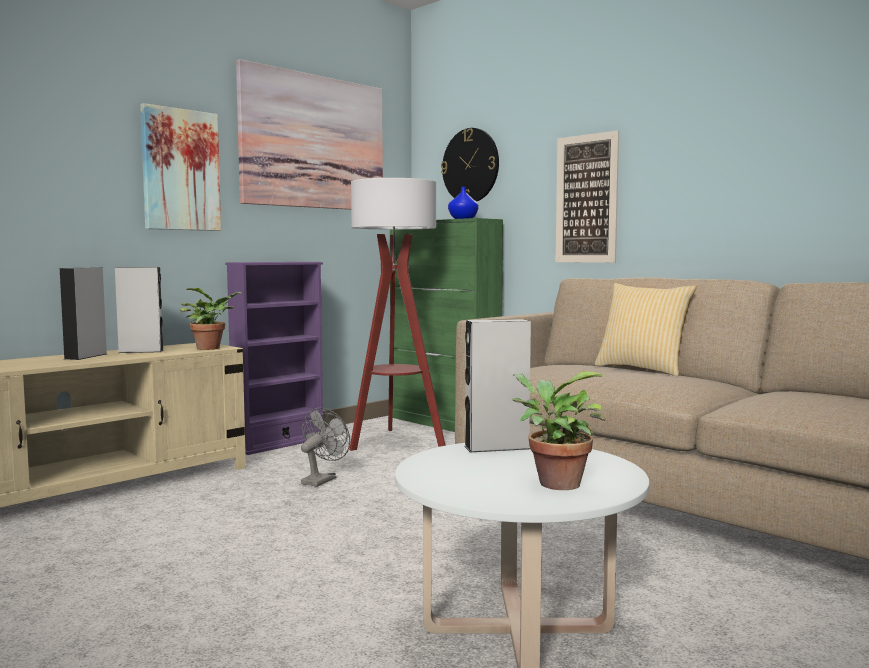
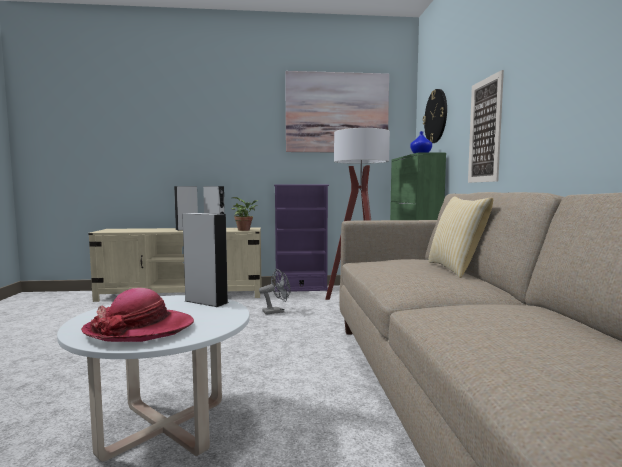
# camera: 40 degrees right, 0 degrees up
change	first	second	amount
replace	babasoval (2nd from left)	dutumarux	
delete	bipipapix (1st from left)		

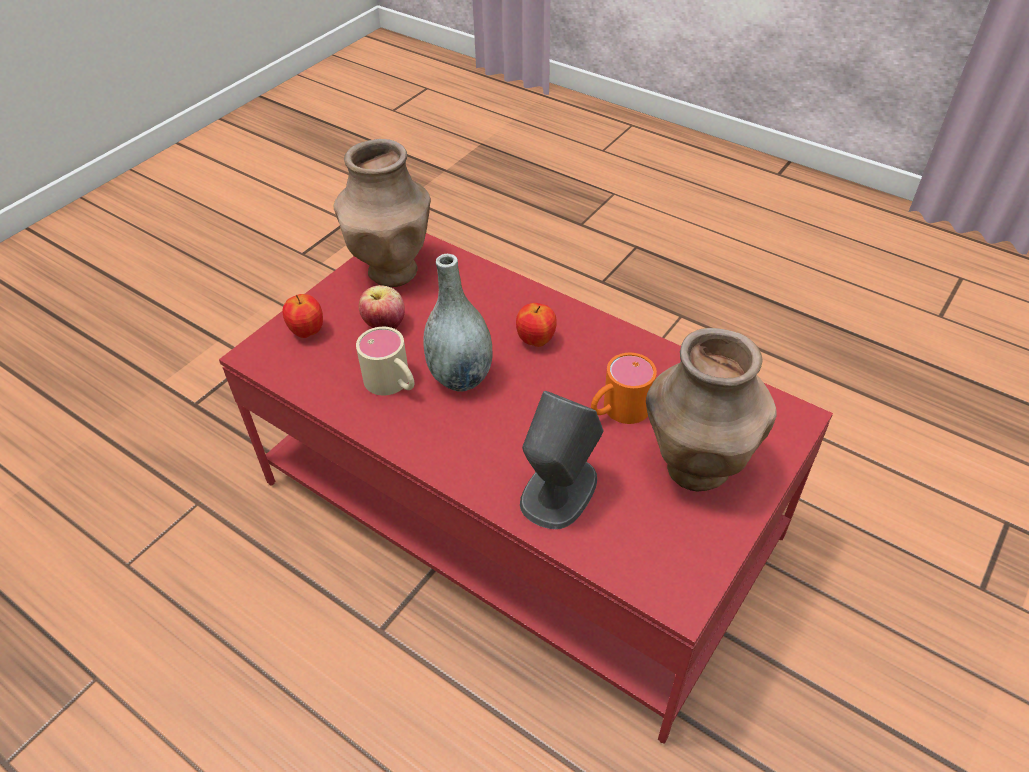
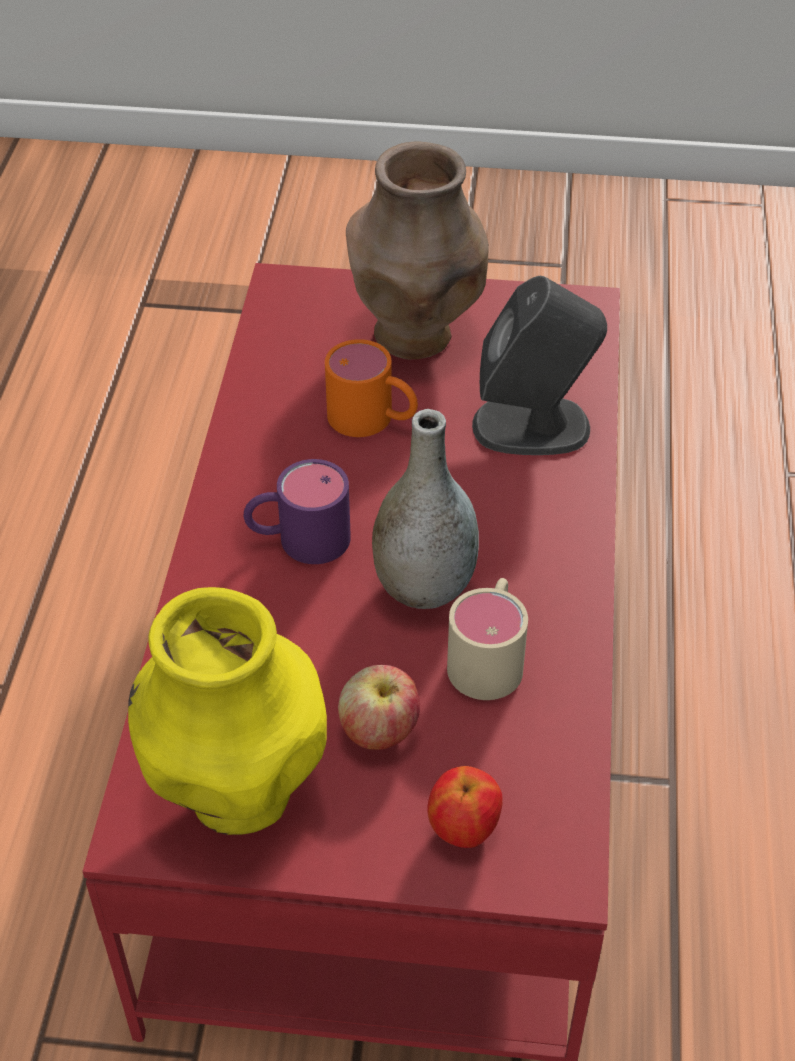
# camera: 120 degrees left, 0 degrees up
change	first	second	amount
recolor	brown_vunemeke (1st from left)	yellow_vunemeke	
replace	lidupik (3rd from left)	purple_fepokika	

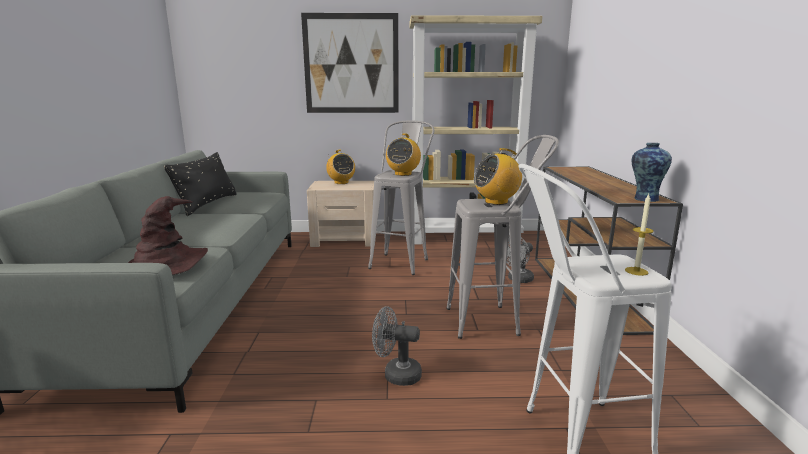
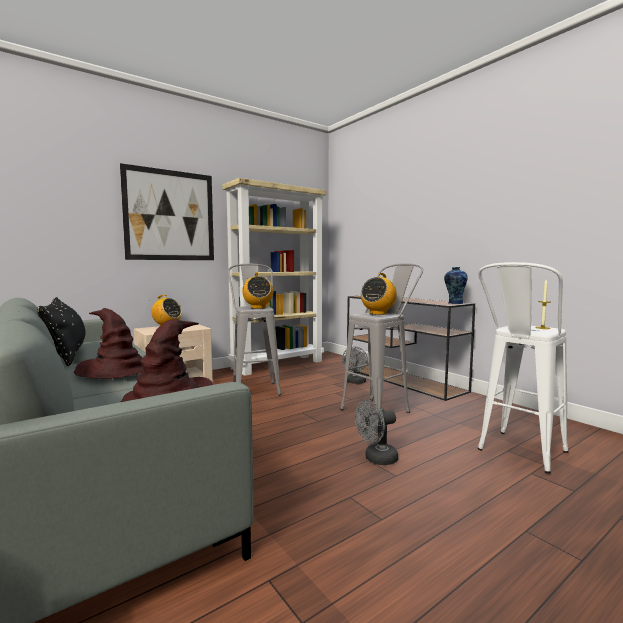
# camera: 35 degrees left, 10 degrees down
change	first	second	amount
insert		brown_dutumarux (1st from left)	

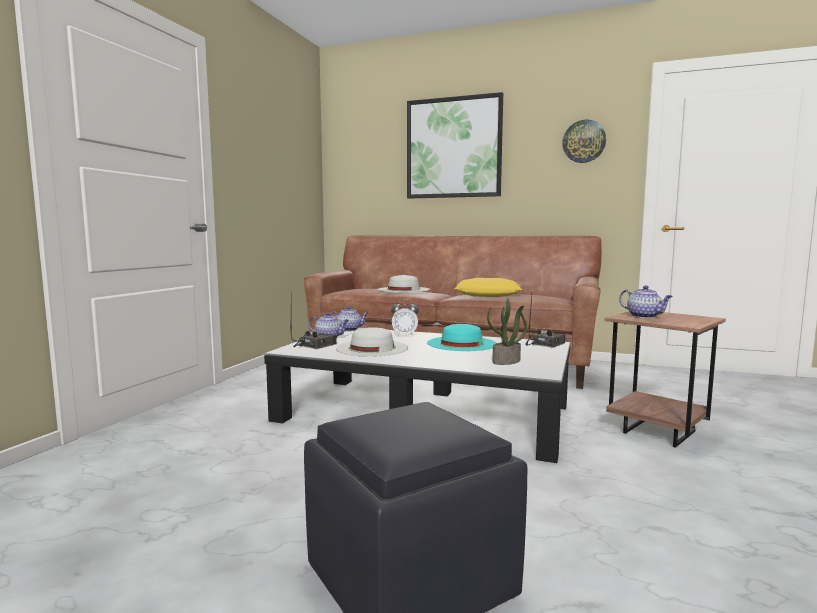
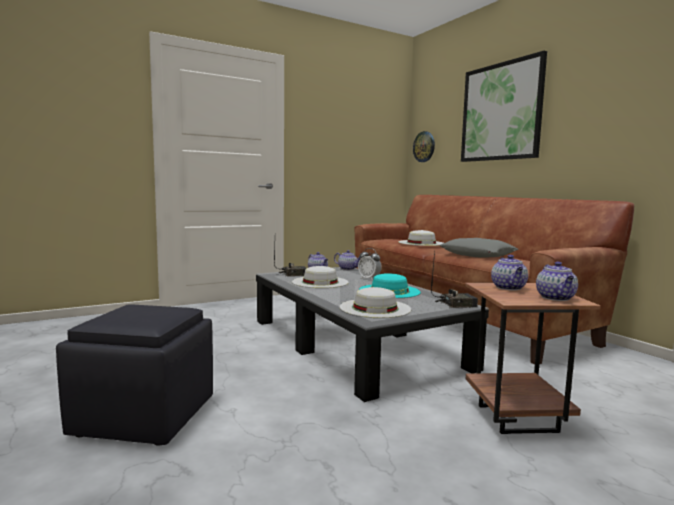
# camera: 40 degrees right, 0 degrees up
change	first	second	amount
replace	babasoval	white_dutumarux (2nd from left)	
move	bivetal		
recolor	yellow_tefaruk	grey_tefaruk	
insert		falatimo (4th from left)	

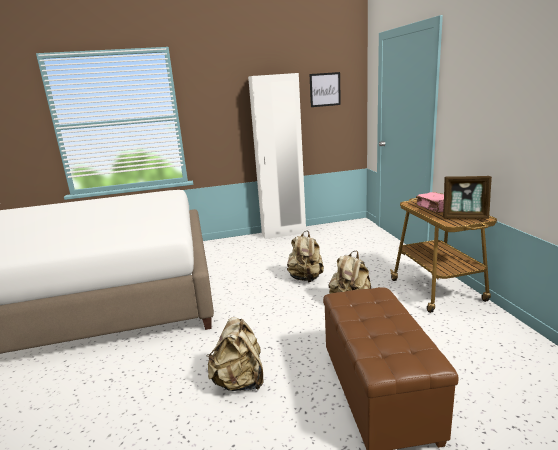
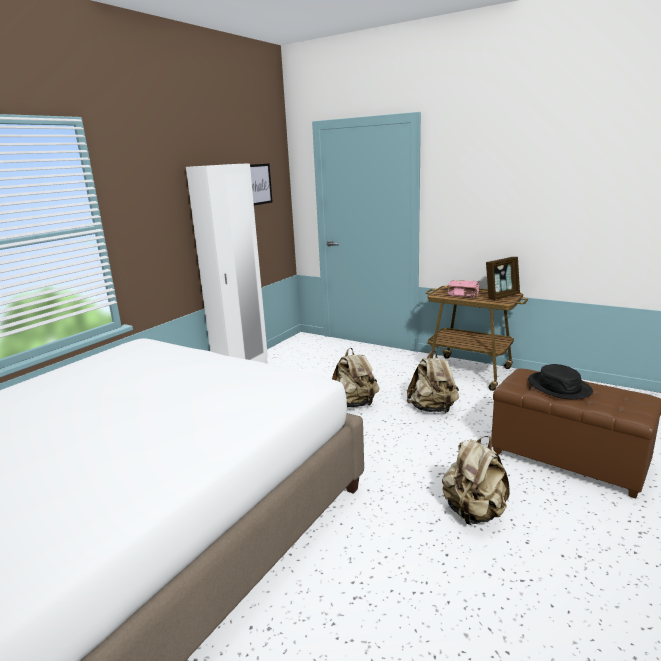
# camera: 45 degrees left, 0 degrees up
change	first	second	amount
insert		black_dutumarux	

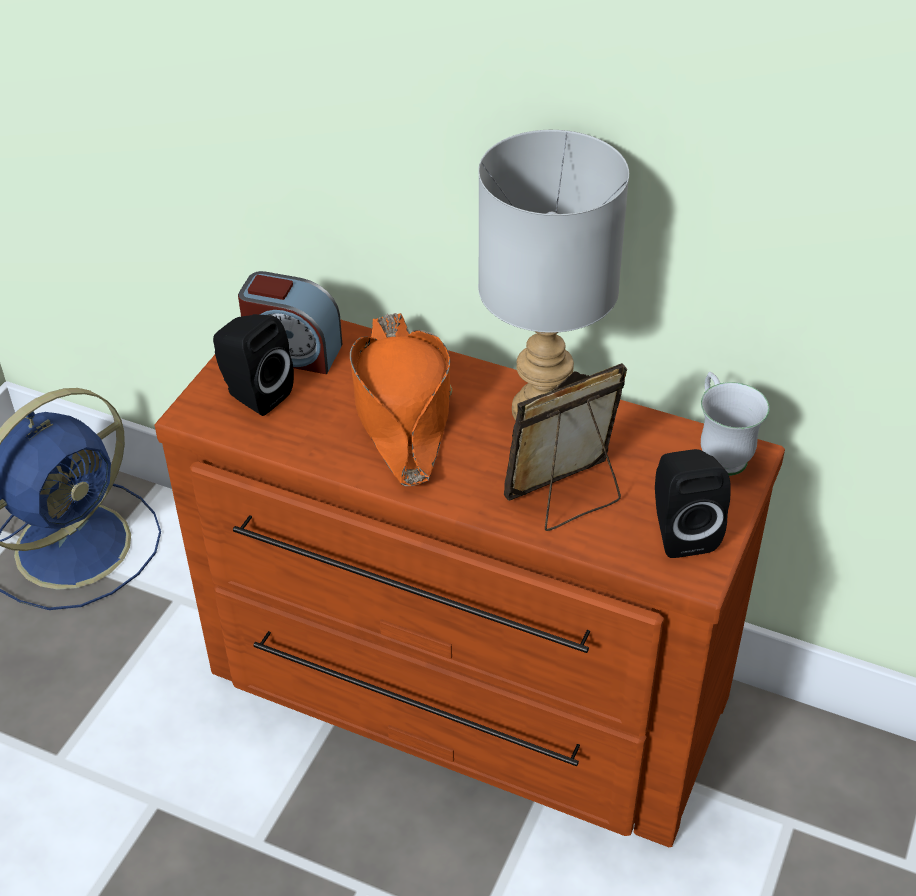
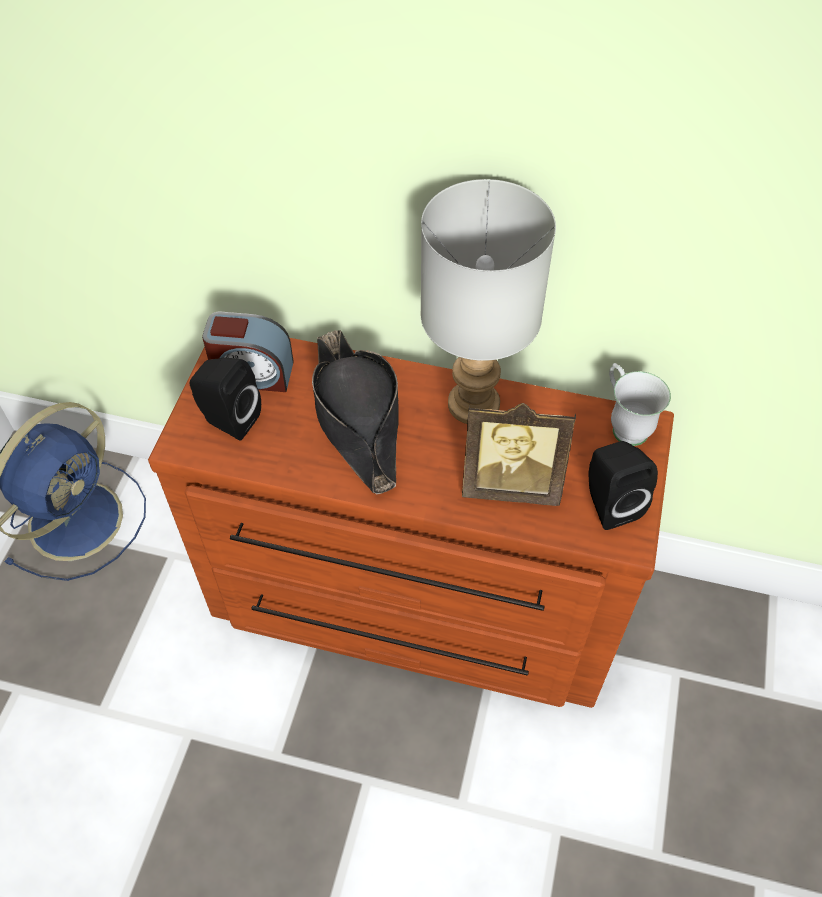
# camera: 10 degrees left, 10 degrees up
change	first	second	amount
recolor	orange_dutumarux	black_dutumarux	
rotate	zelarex		135 degrees counterclockwise

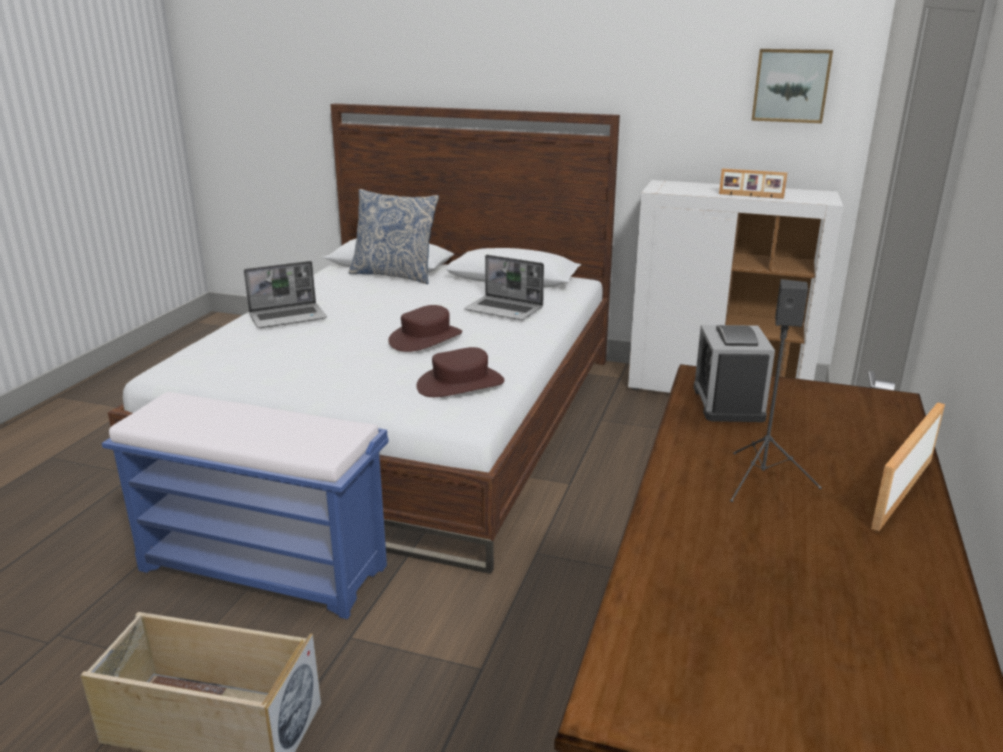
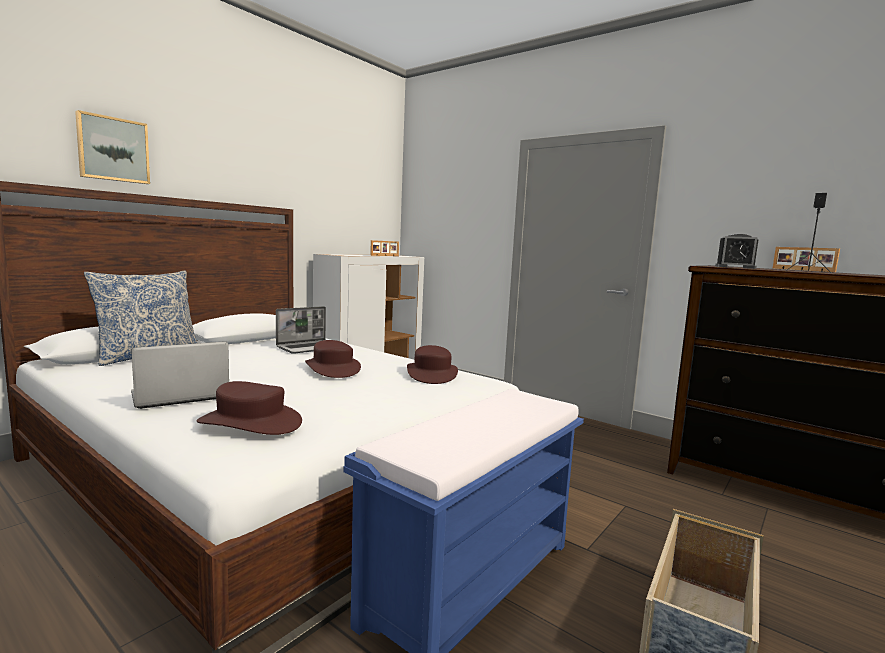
# camera: 70 degrees left, 15 degrees down
change	first	second	amount
move	bipipapix		
rotate	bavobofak (1st from left)		120 degrees counterclockwise
insert		brown_dutumarux (1st from left)	

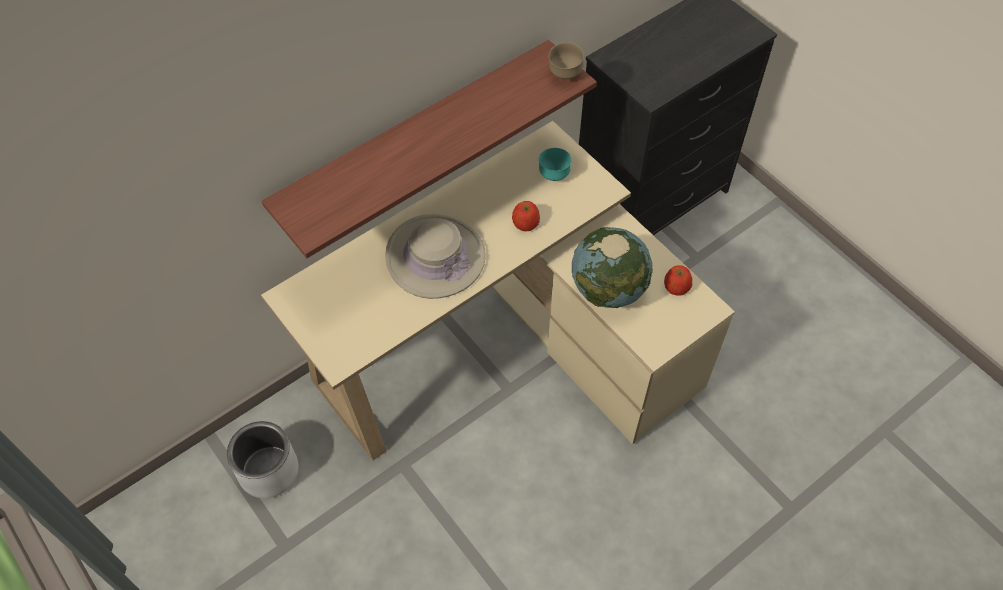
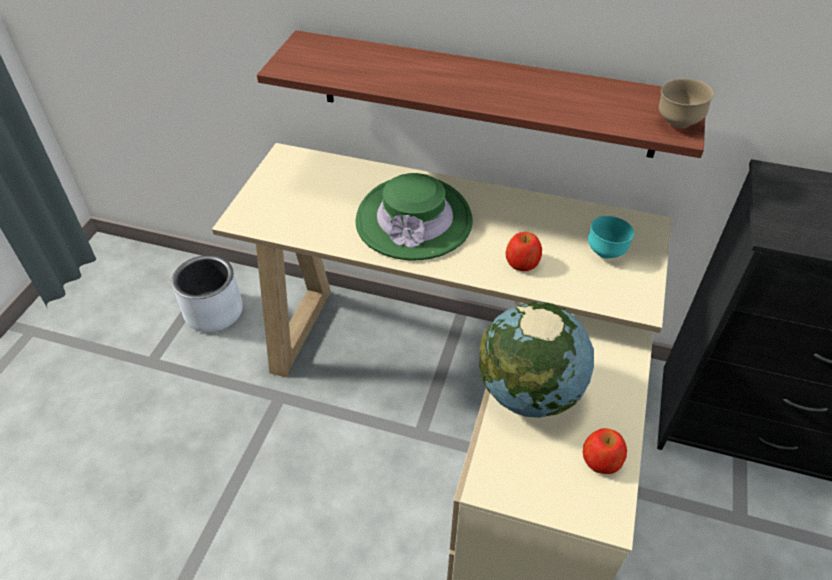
# camera: 55 degrees right, 10 degrees down
change	first	second	amount
recolor	beige_dutumarux	green_dutumarux	

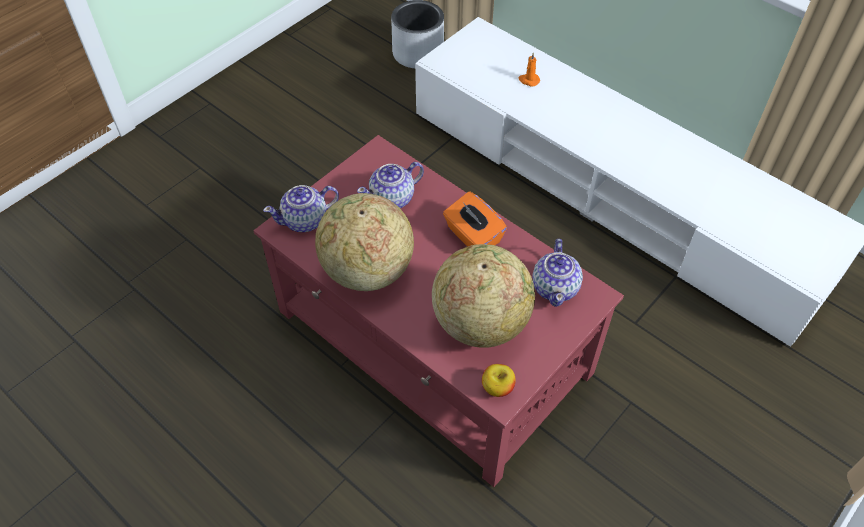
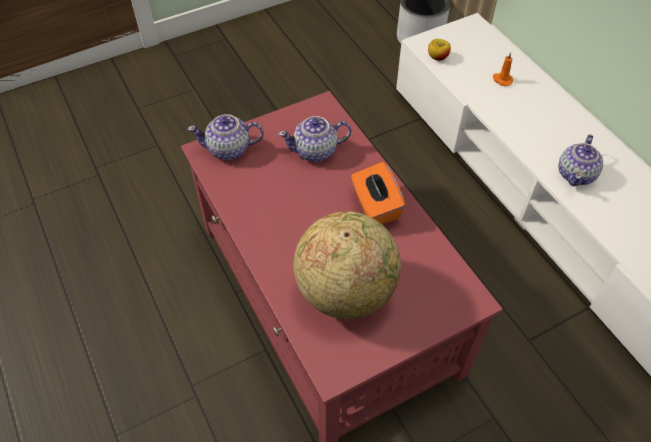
# camera: 20 degrees right, 0 degrees up
change	first	second	amount
move	lidupik		
move	falatimo (3rd from left)		
delete	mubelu (1st from left)		

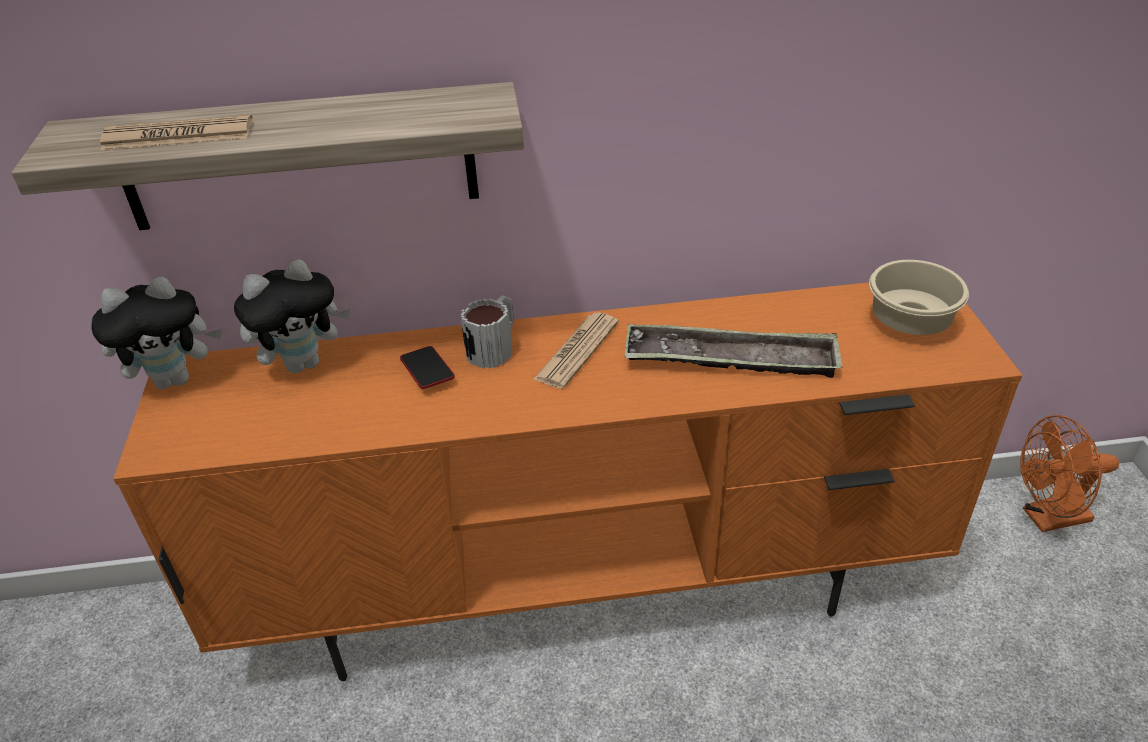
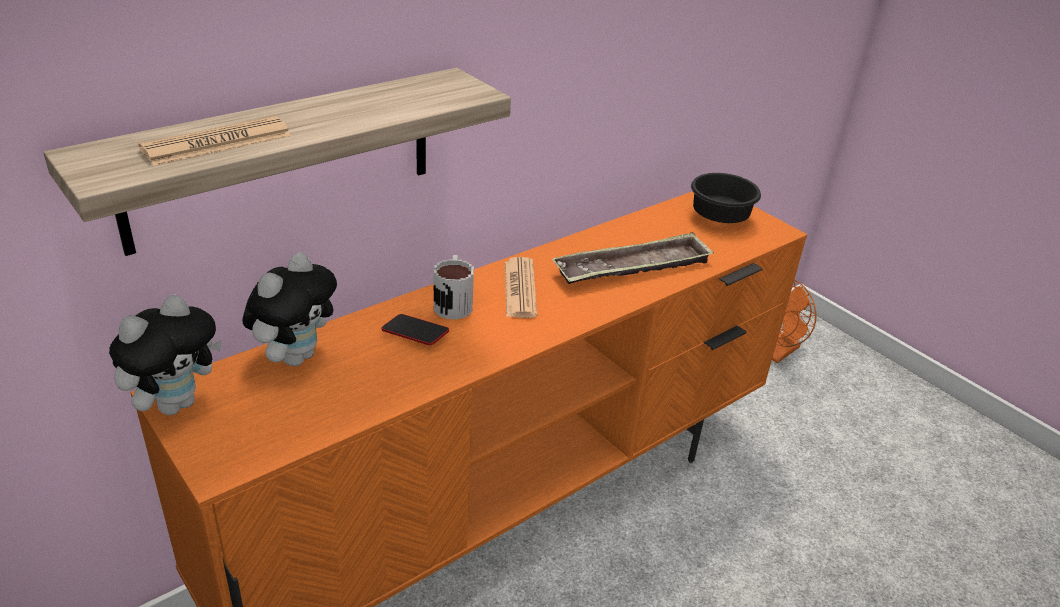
# camera: 35 degrees left, 5 degrees down
change	first	second	amount
recolor	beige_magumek	black_magumek	

